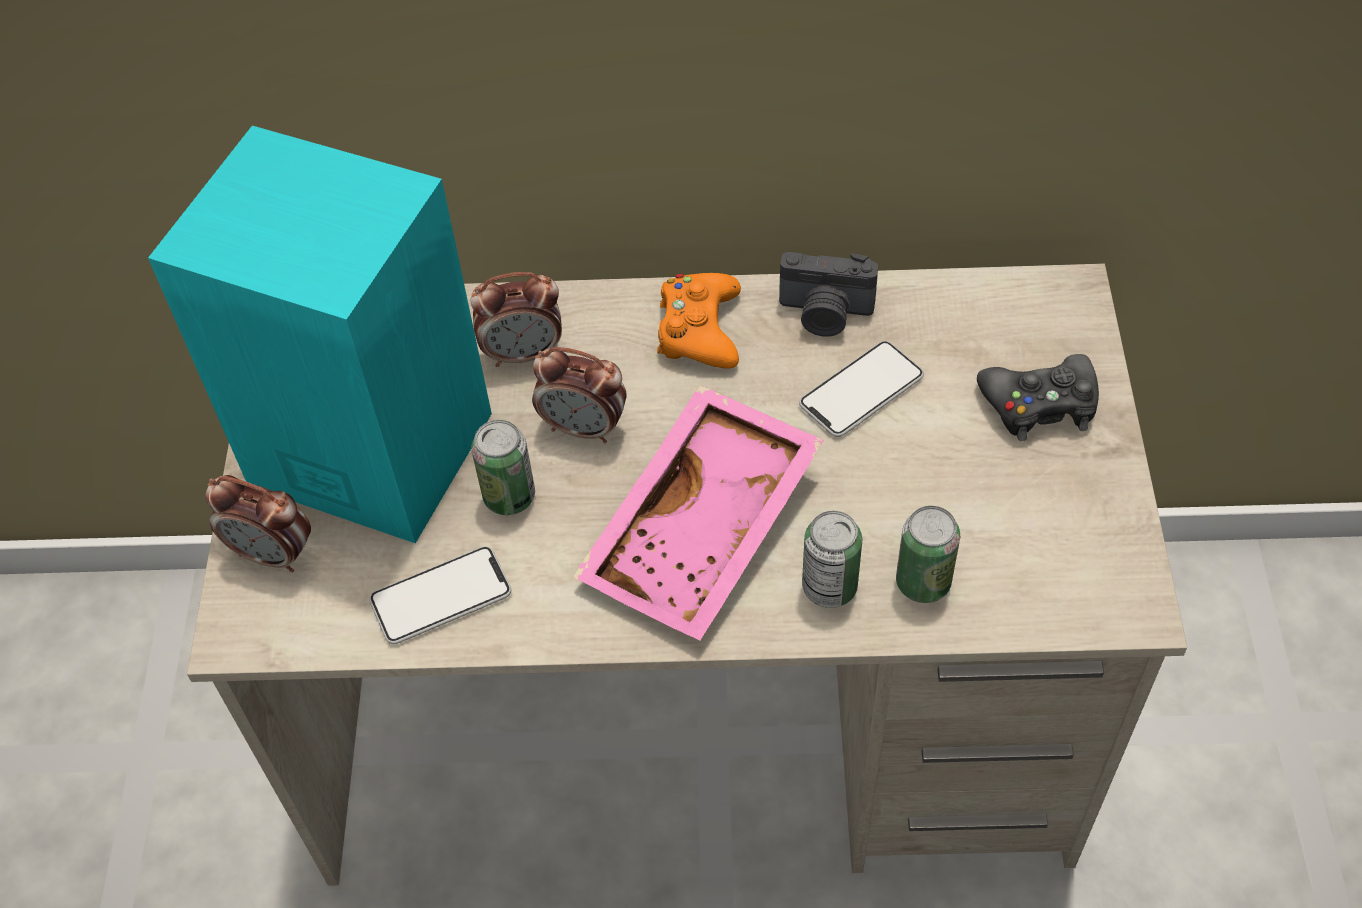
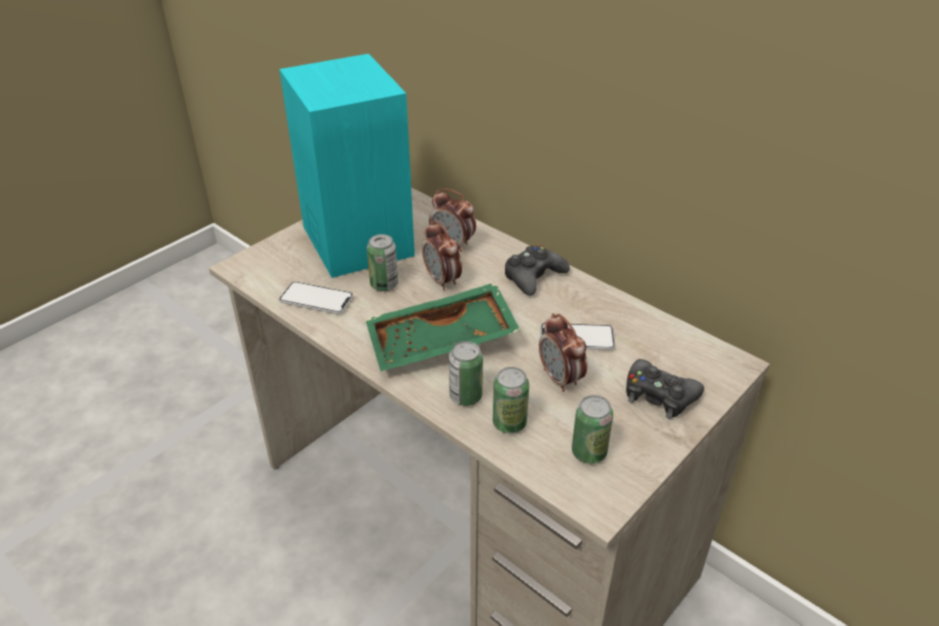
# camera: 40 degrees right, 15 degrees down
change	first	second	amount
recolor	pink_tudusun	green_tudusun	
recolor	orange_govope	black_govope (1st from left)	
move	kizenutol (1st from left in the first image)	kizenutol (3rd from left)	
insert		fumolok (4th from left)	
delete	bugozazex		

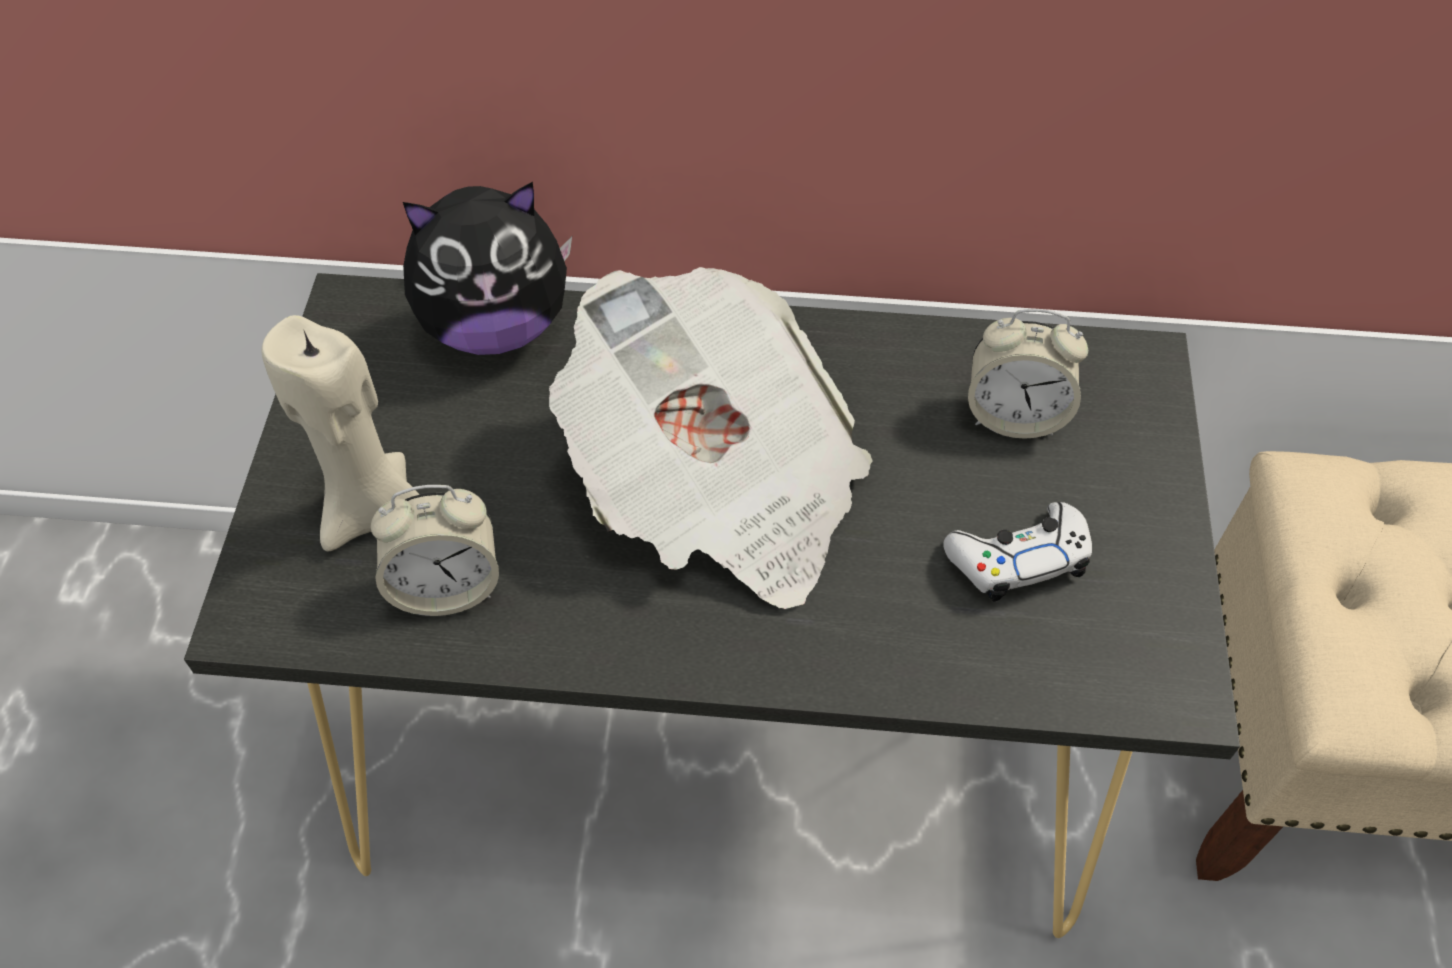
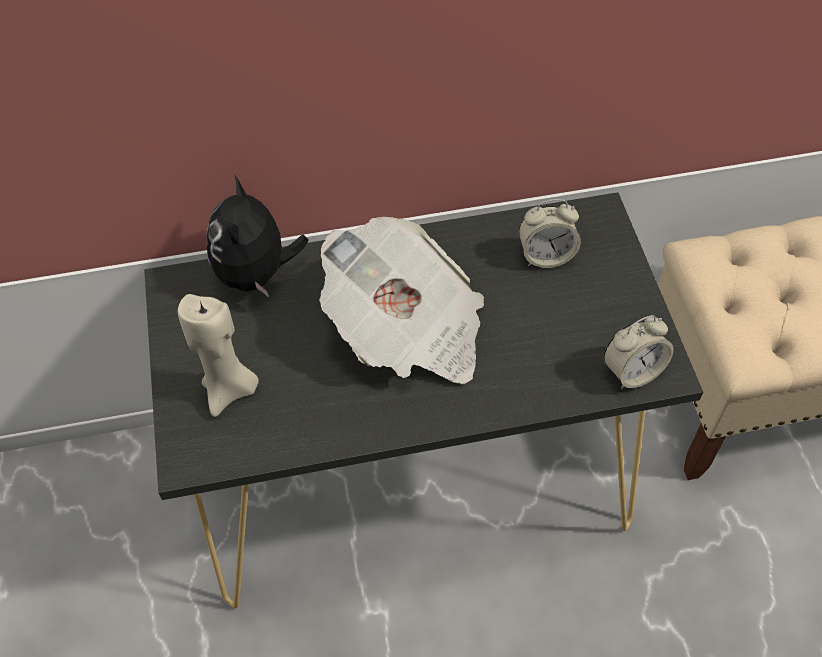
# camera: 15 degrees left, 0 degrees up
change	first	second	amount
rotate	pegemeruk		120 degrees clockwise
move	kizenutol (1st from left in the first image)	kizenutol (2nd from left)	
delete	white_govope		

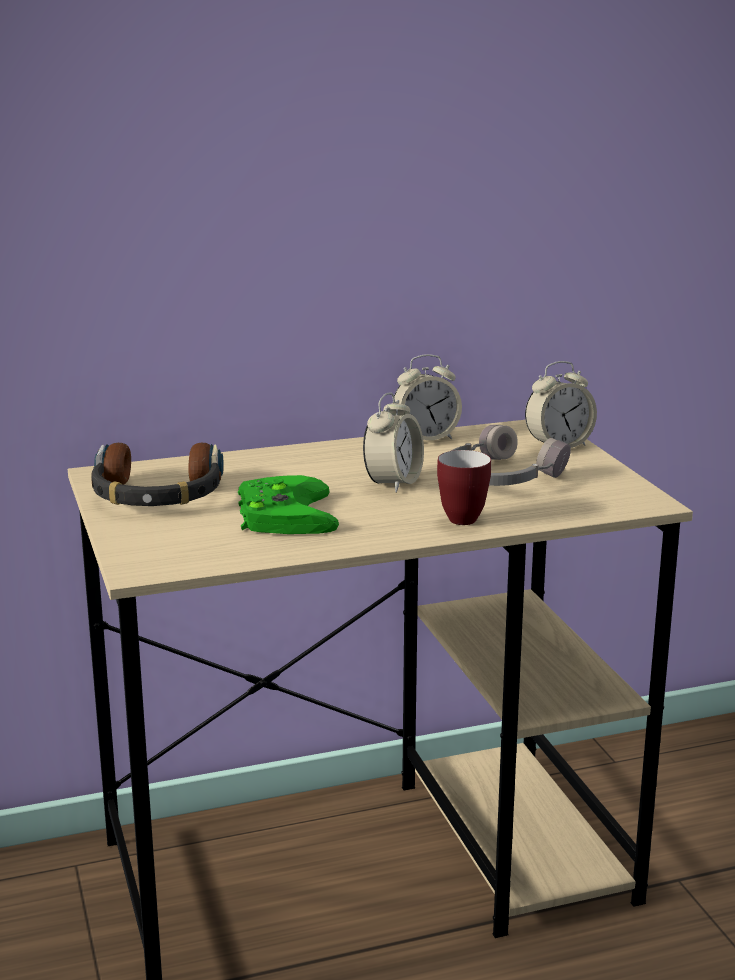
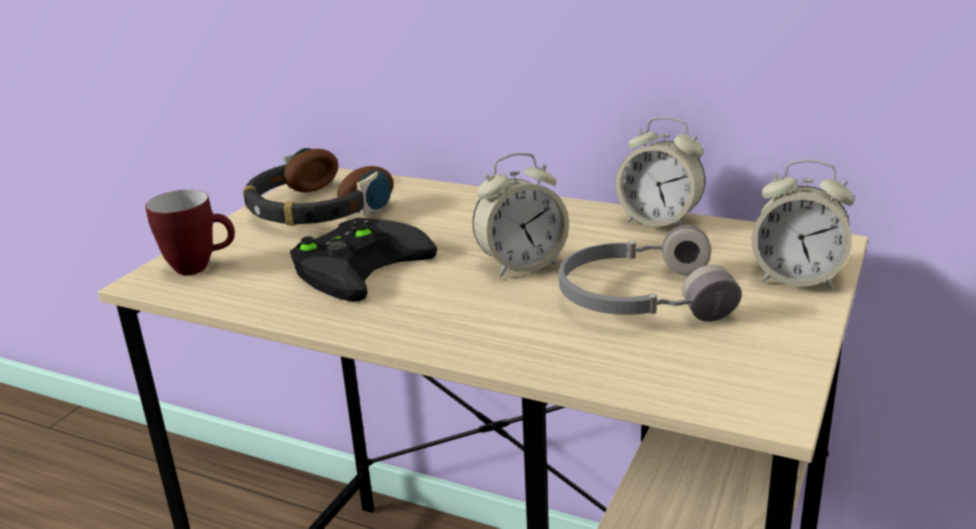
# camera: 45 degrees right, 5 degrees up
change	first	second	amount
move	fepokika		
recolor	green_govope	black_govope	

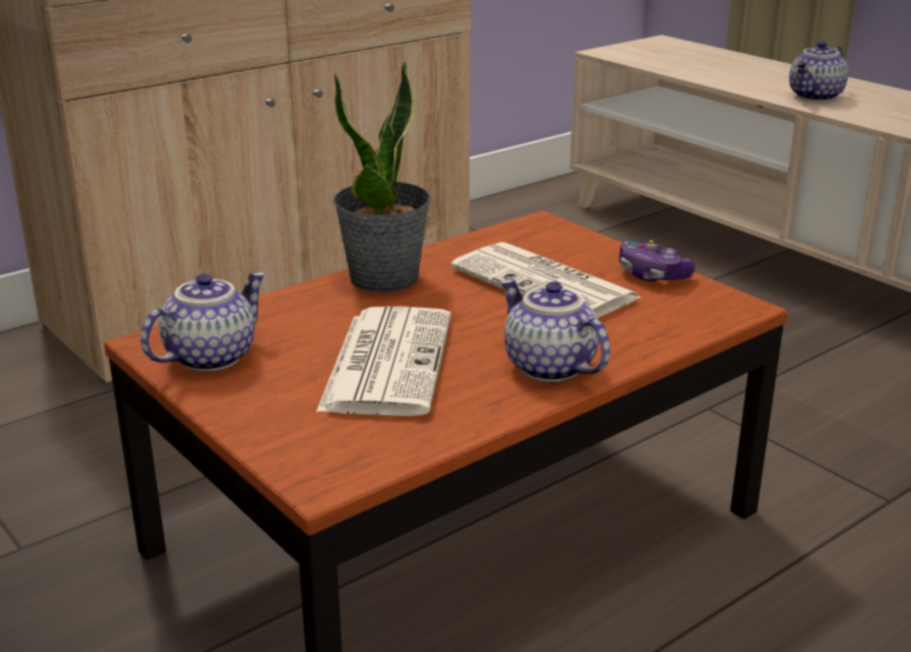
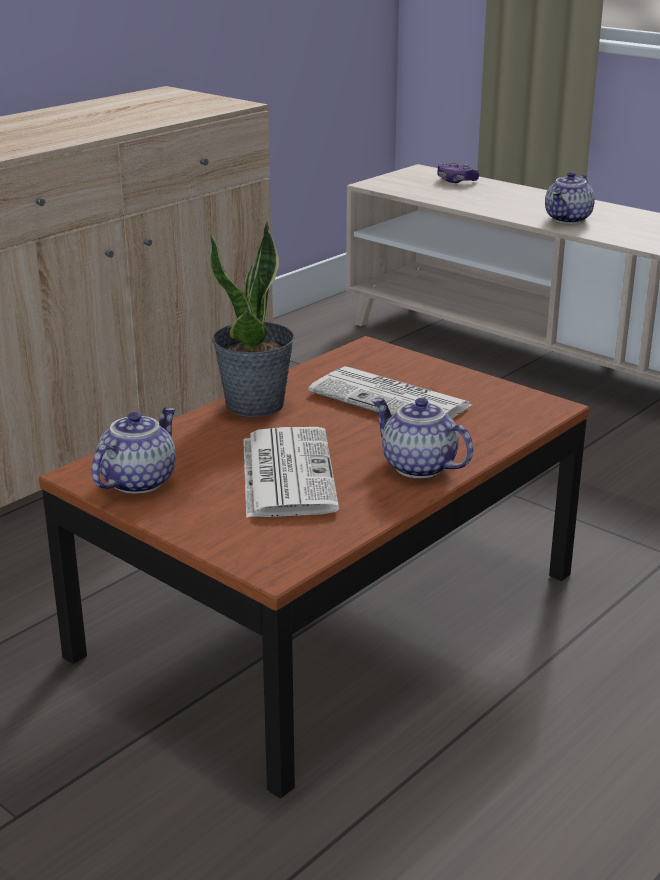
# camera: 10 degrees left, 0 degrees up
change	first	second	amount
move	govope		

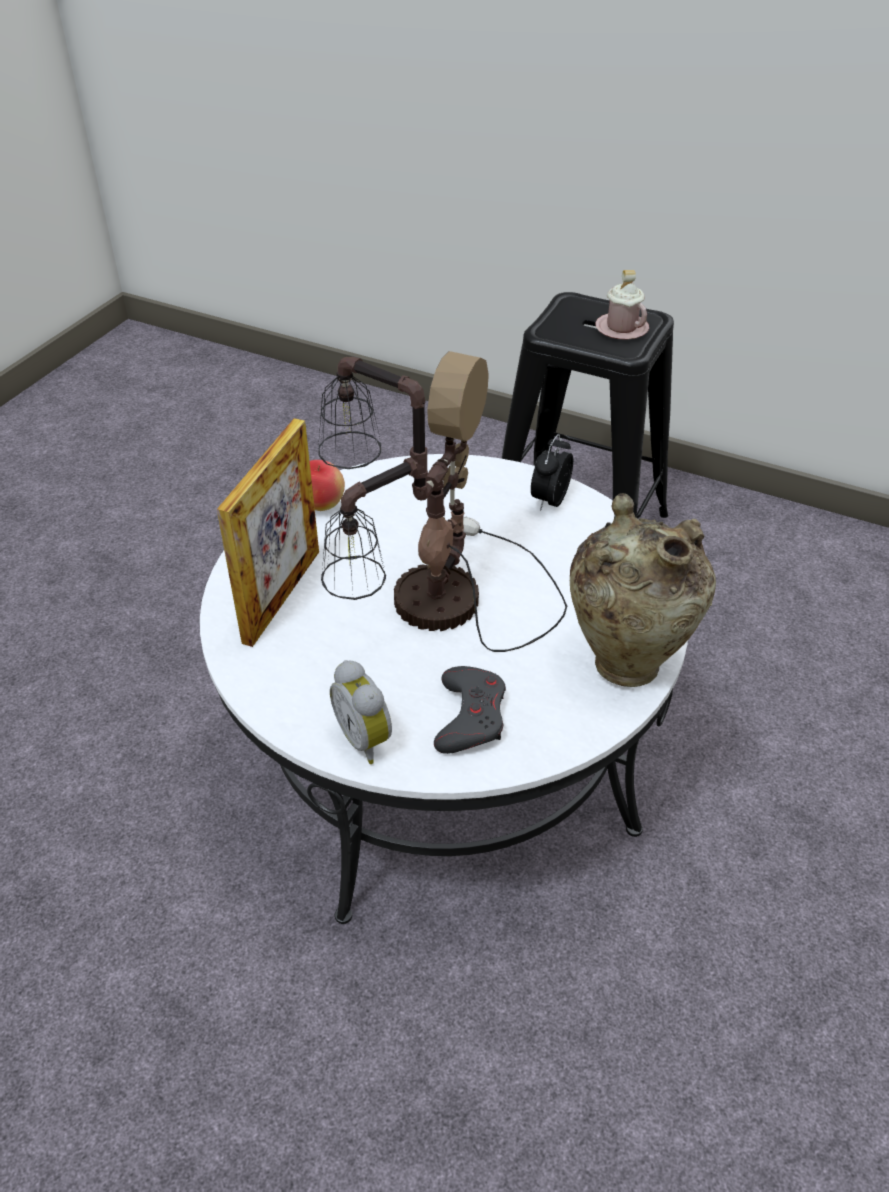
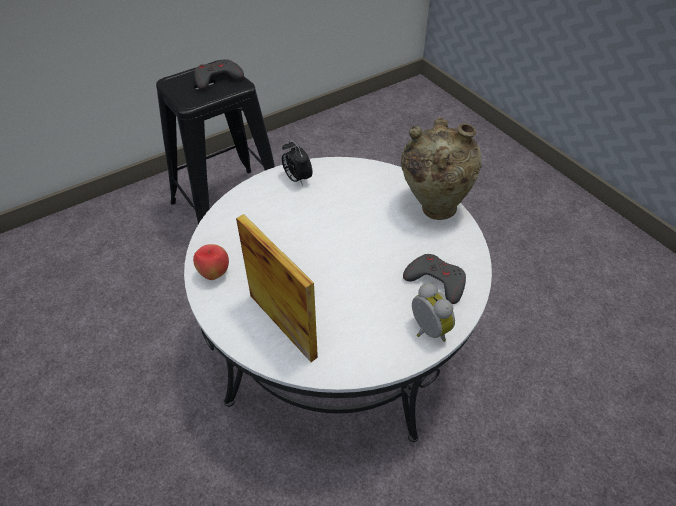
# camera: 60 degrees left, 5 degrees up
change	first	second	amount
replace	pink_fepokika	grey_govope (1st from left)	
rotate	kizenutol (1st from left in the first image)	kizenutol (2nd from left)	120 degrees counterclockwise
delete	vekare		

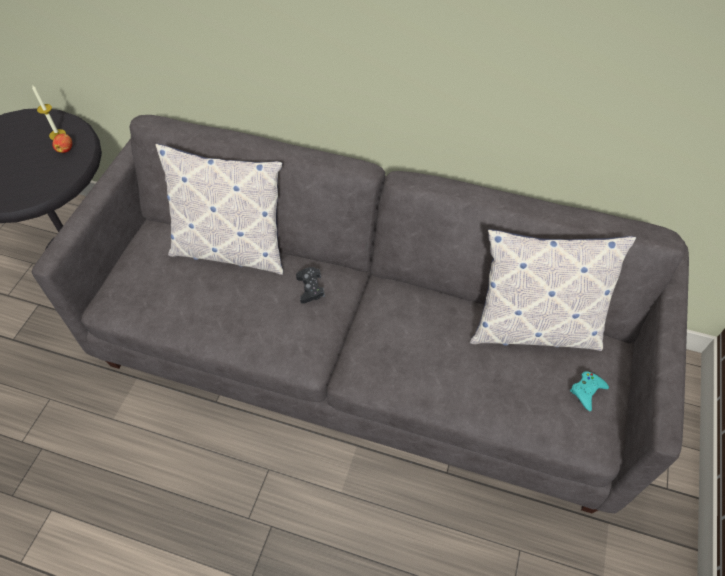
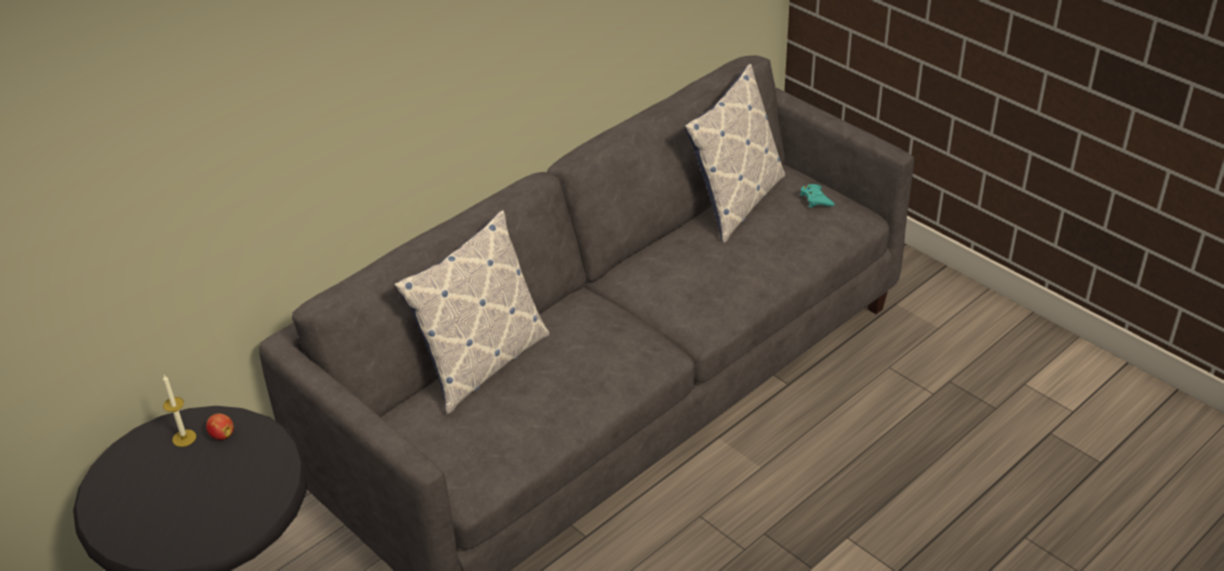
# camera: 60 degrees left, 15 degrees down
change	first	second	amount
delete	black_govope		

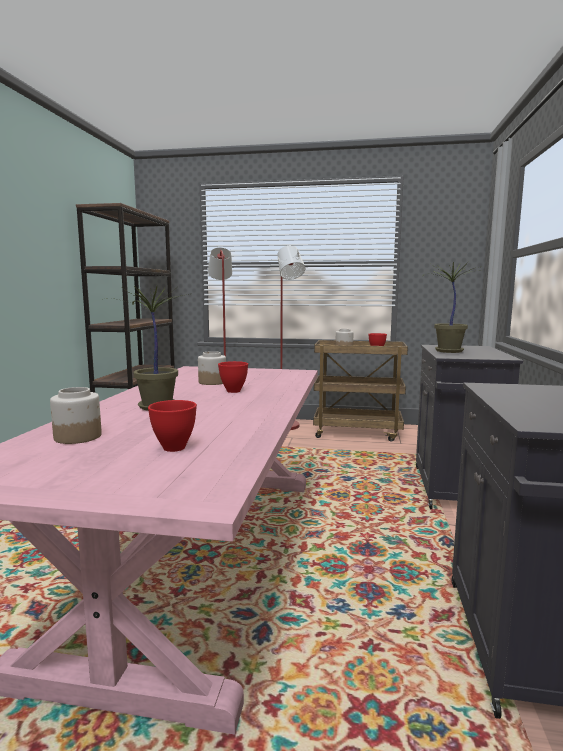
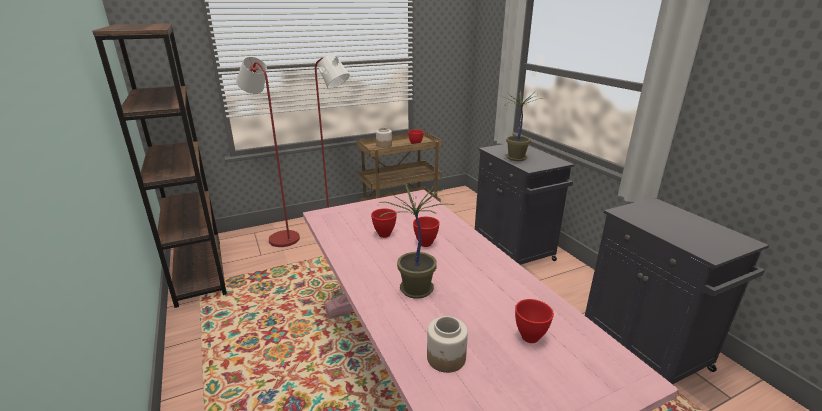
# camera: 35 degrees left, 15 degrees up
change	first	second	amount
replace	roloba (2nd from left)	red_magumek (1st from left)	

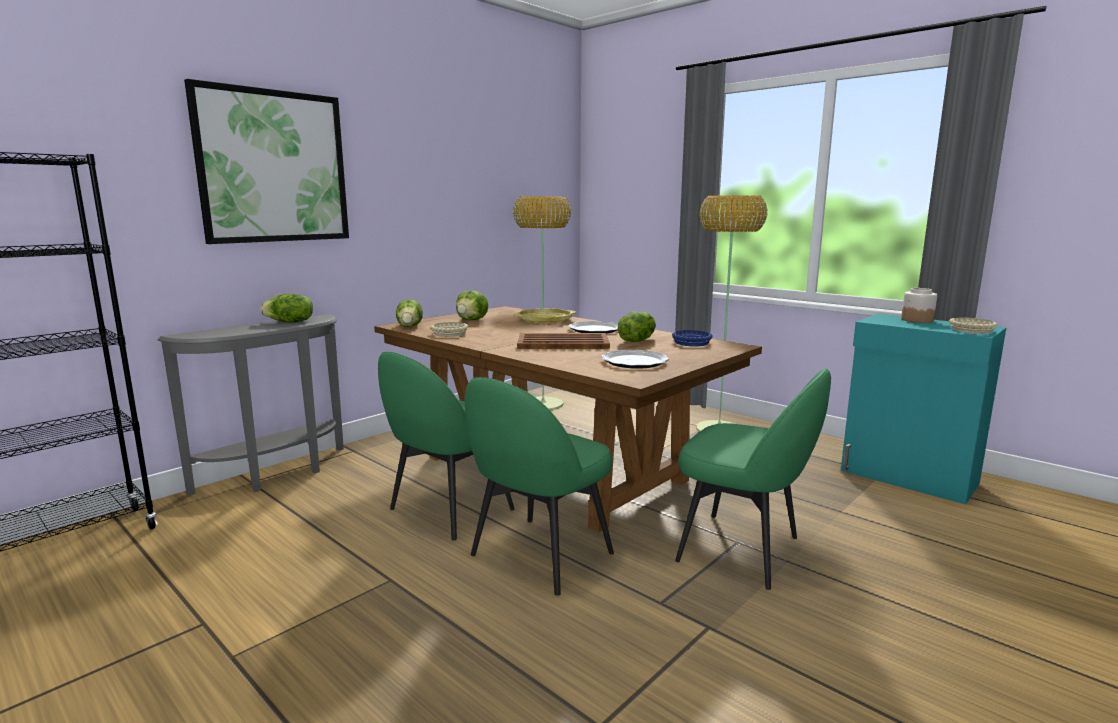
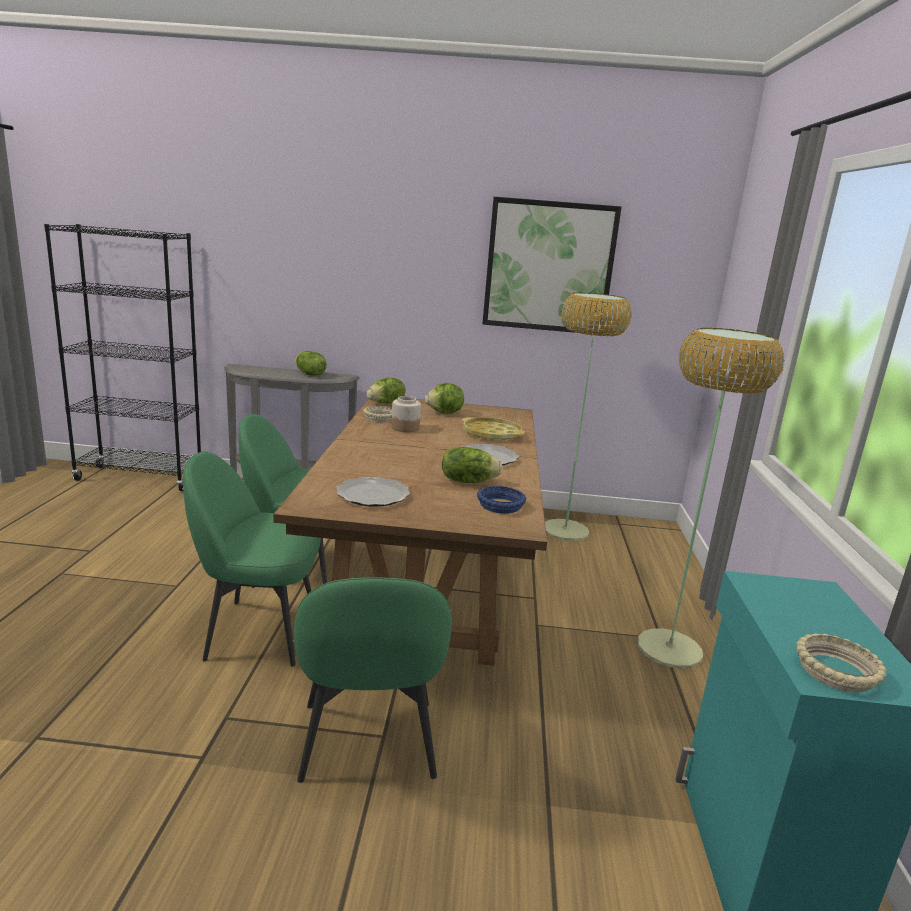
# camera: 50 degrees right, 5 degrees up
change	first	second	amount
move	roloba		
move	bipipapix		
delete	brown_tudusun		

